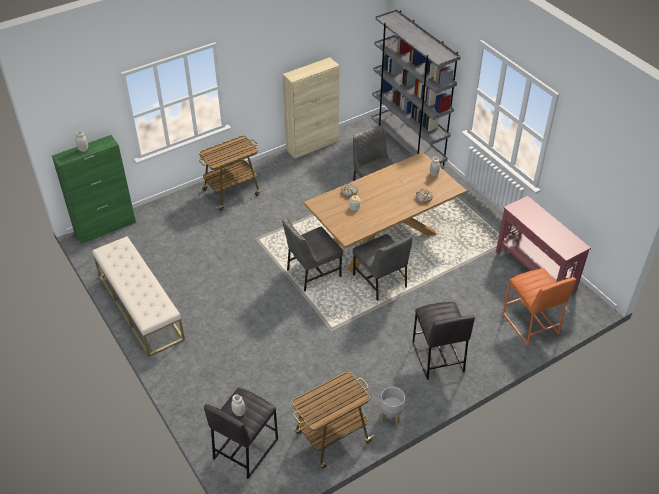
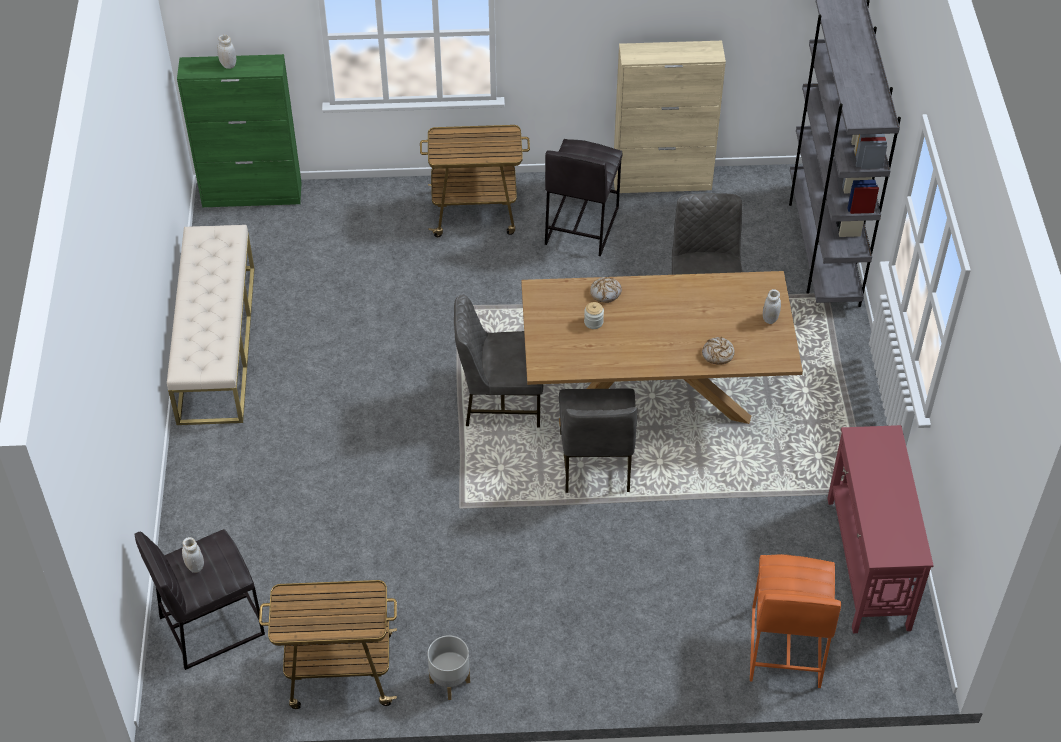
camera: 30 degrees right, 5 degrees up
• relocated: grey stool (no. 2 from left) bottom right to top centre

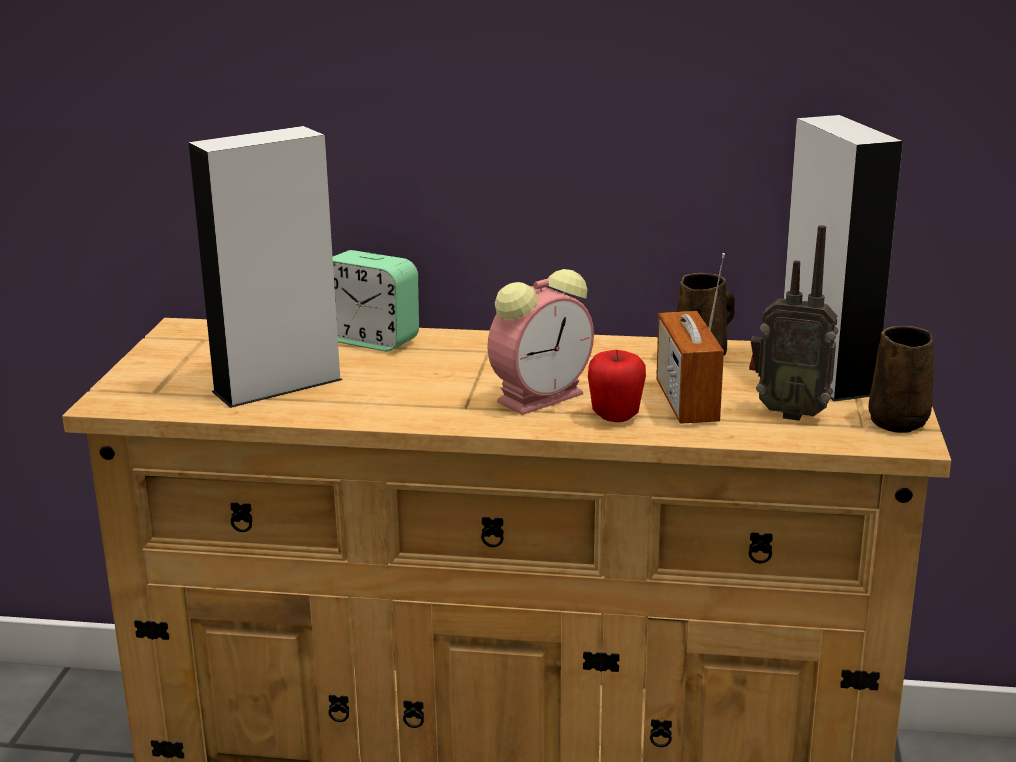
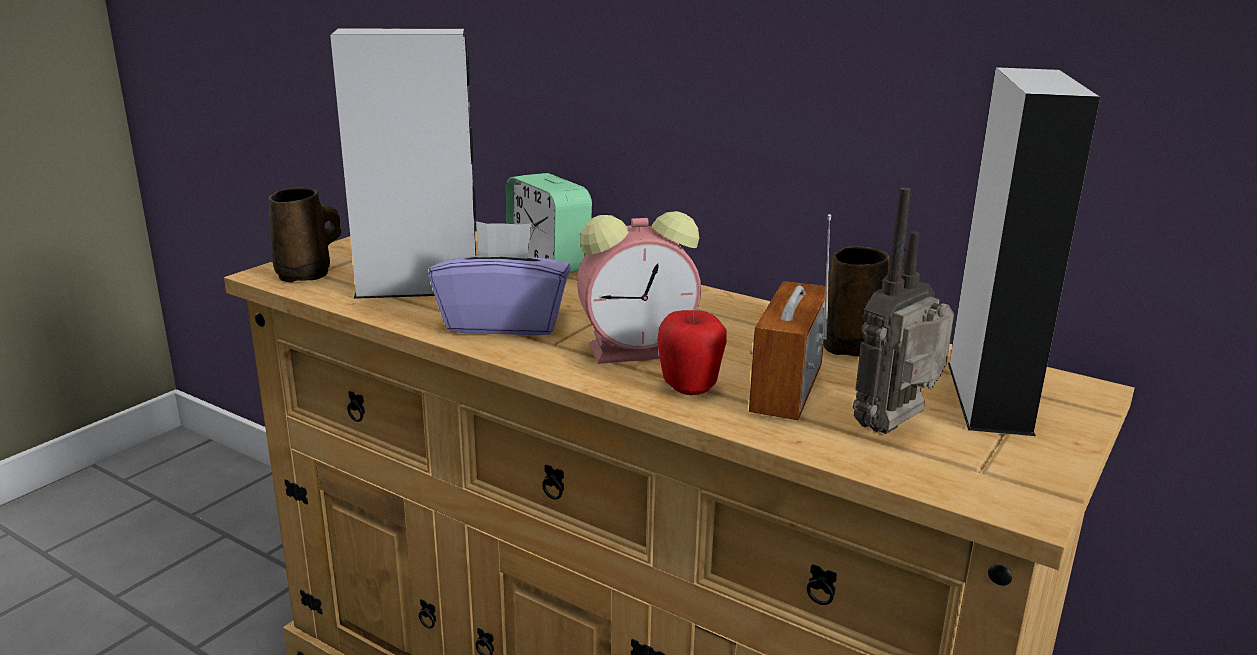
camera: 25 degrees right, 0 degrees up
• appeared: purple tissue box centre
• relocated: brown mug (no. 2 from left in the first image) middle right to brown mug (no. 1 from left) middle left
• spun: radio (no. 2 from left) middle right = middle right 90 degrees clockwise

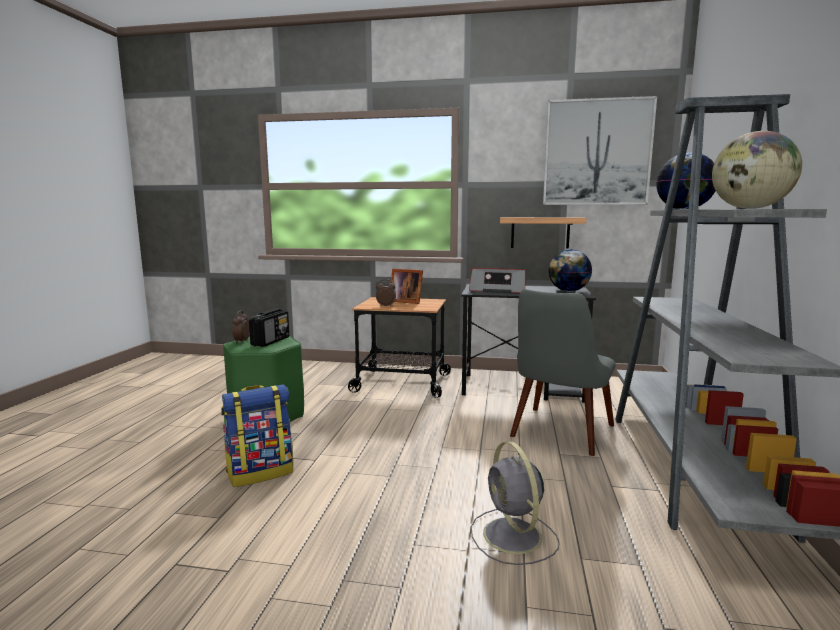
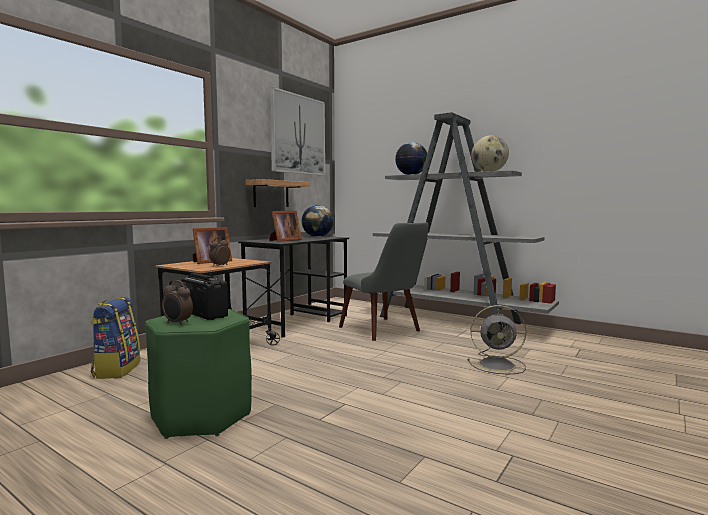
camera: 65 degrees left, 5 degrees down
• relocated: backpack bottom left to middle left
• exchanged: radio (no. 2 from left) centre to picture frame (no. 2 from left) centre

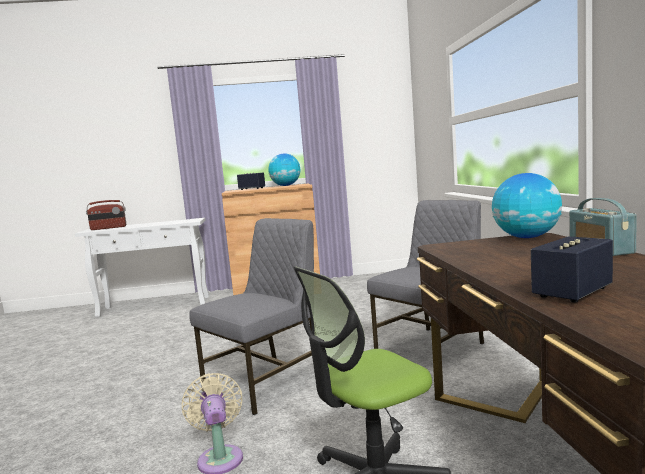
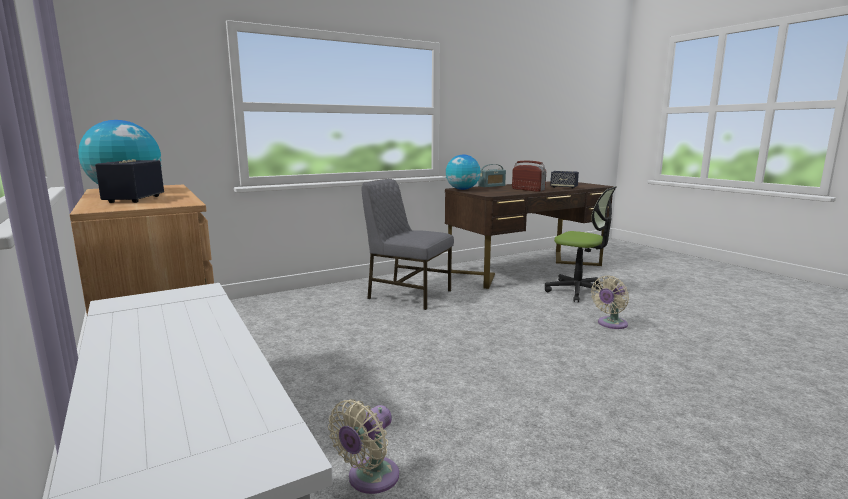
camera: 115 degrees left, 5 degrees up
• missing: grey chair (no. 1 from left) bottom centre
• appeared: beige fan (no. 1 from left) bottom centre
• relocated: radio (no. 1 from left in the first image) middle left to radio (no. 2 from left) centre

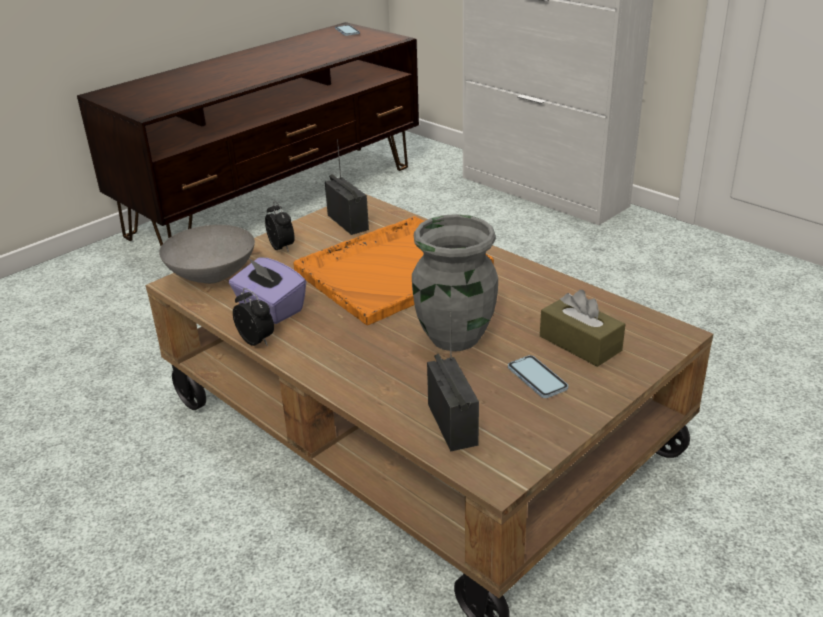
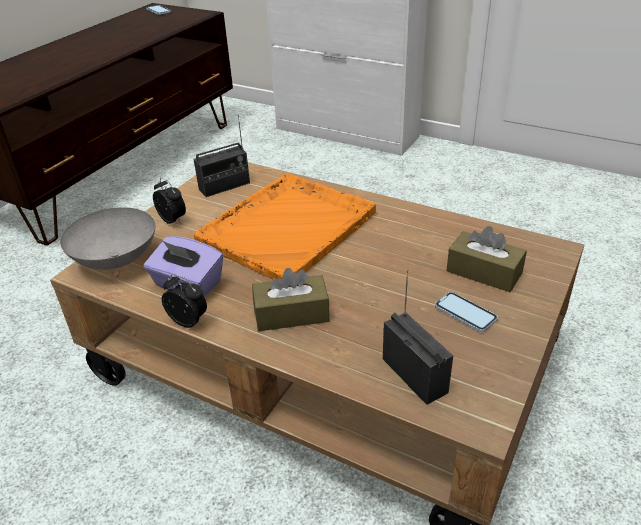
camera: 15 degrees left, 5 degrees up
• missing: grey vase centre
• appeared: brown tissue box (no. 1 from left) centre
• spun: radio (no. 1 from left) top centre = top centre 105 degrees clockwise

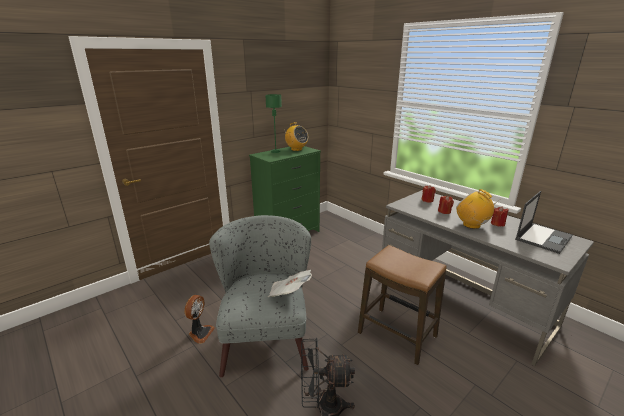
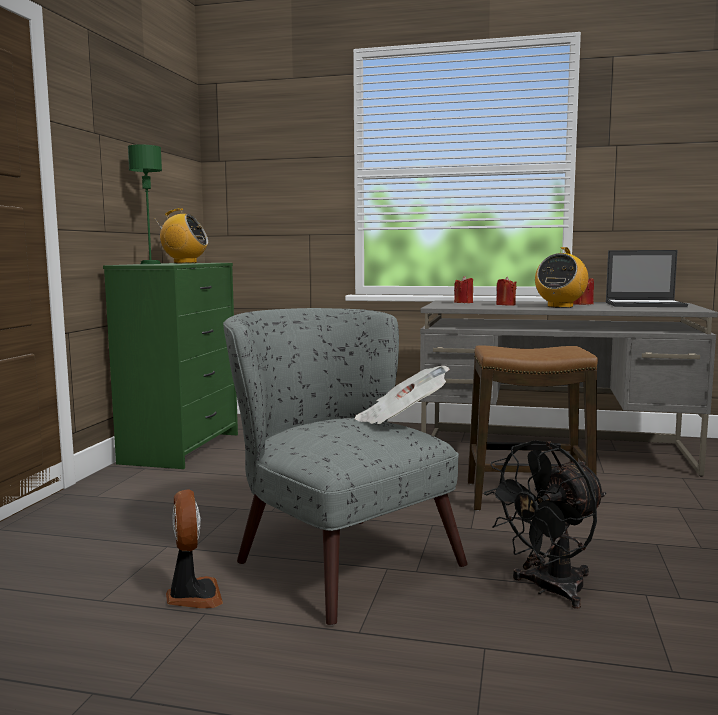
camera: 35 degrees left, 15 degrees down
• spun: radio (no. 2 from left) middle right = middle right 75 degrees counterclockwise
• spun: laptop middle right = middle right 90 degrees clockwise

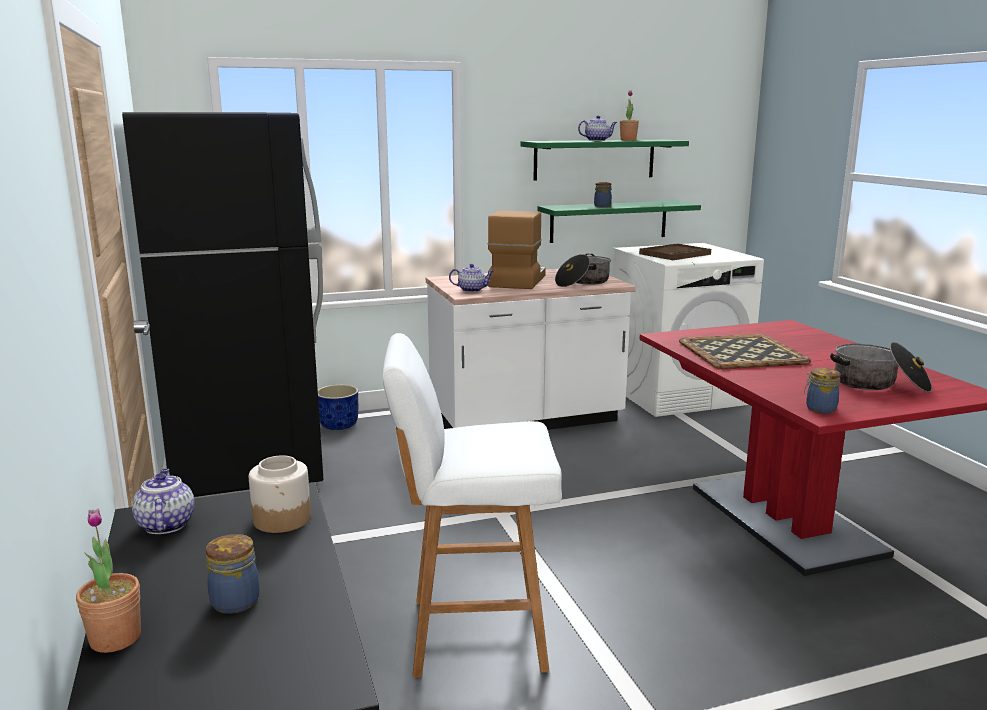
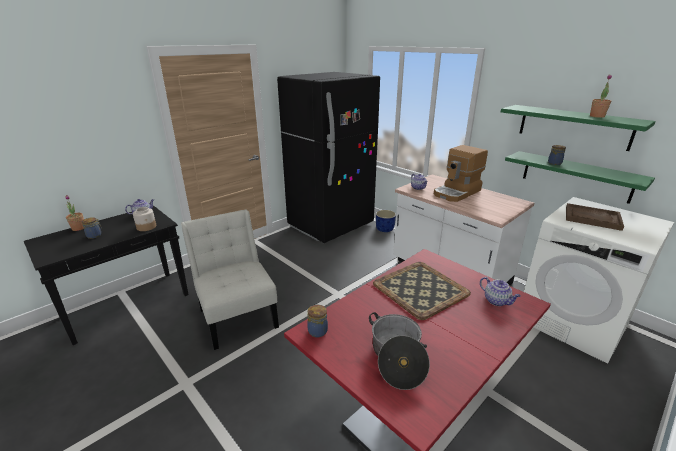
camera: 65 degrees right, 10 degrees up
• missing: cooking pot (no. 1 from left) centre
• relocated: teapot (no. 3 from left) top centre to middle right
• exchanged: white stool bottom centre to white chair centre
• spun: coffee machine centre = middle right 150 degrees clockwise

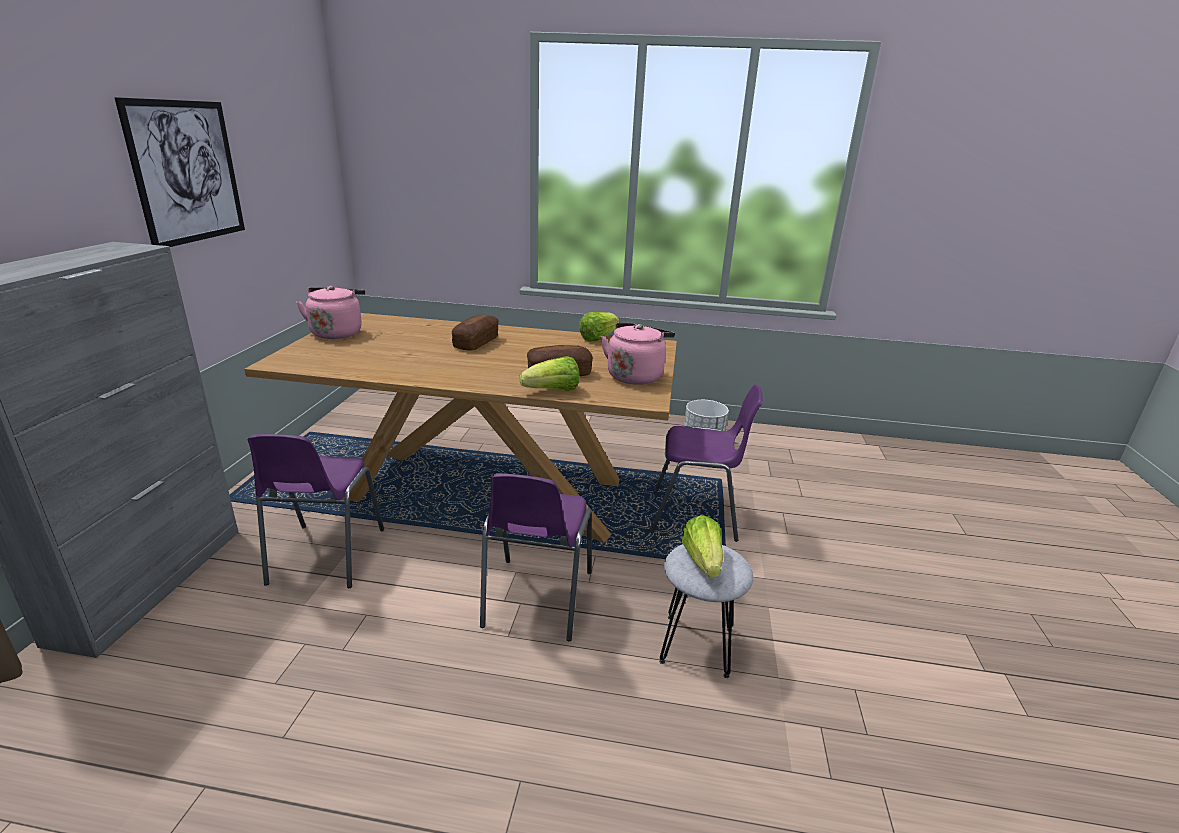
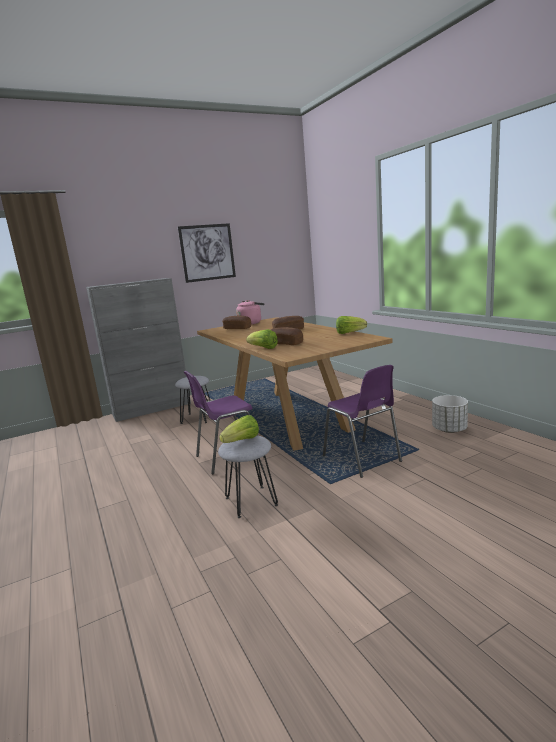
camera: 55 degrees right, 10 degrees down
• missing: pink kettle (no. 2 from left) centre
• appeared: bread (no. 1 from left) centre
• exchanged: purple chair (no. 1 from left) middle left to grey stool (no. 1 from left) centre

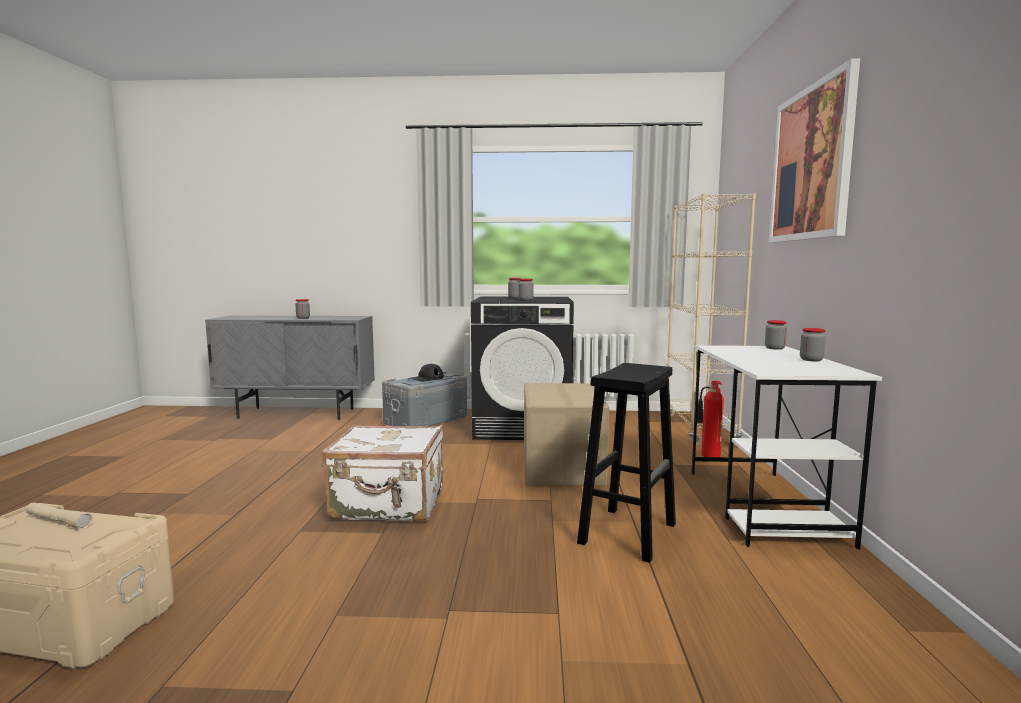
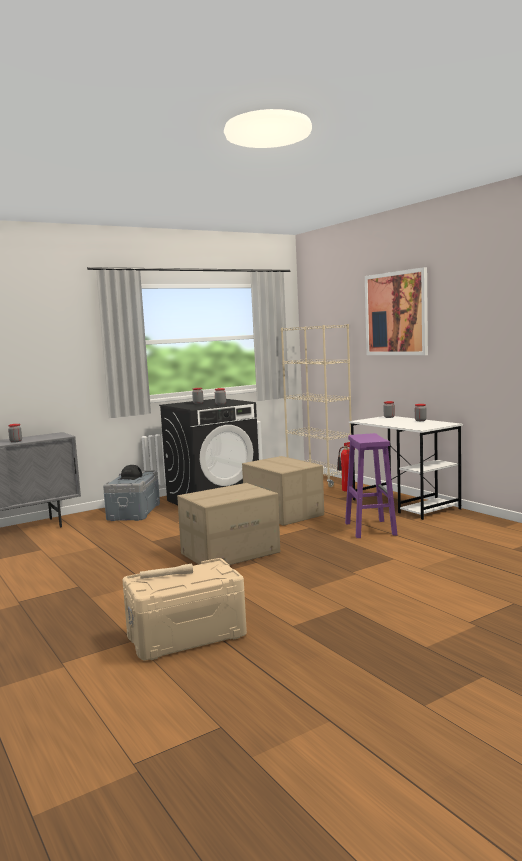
camera: 35 degrees left, 0 degrees up
• exchanged: white suitcase bottom centre to cardboard box (no. 1 from left) centre
• colour: black stool centre to purple stool middle right

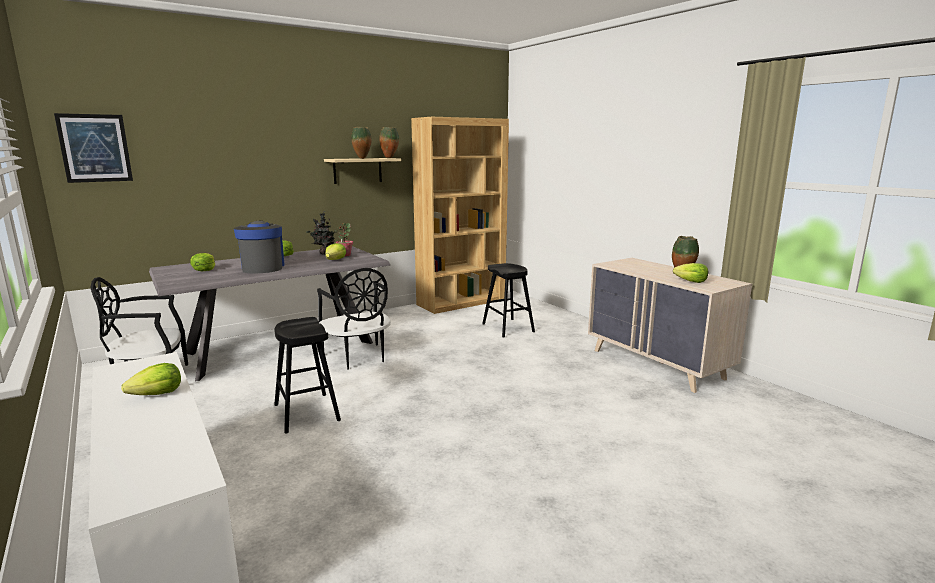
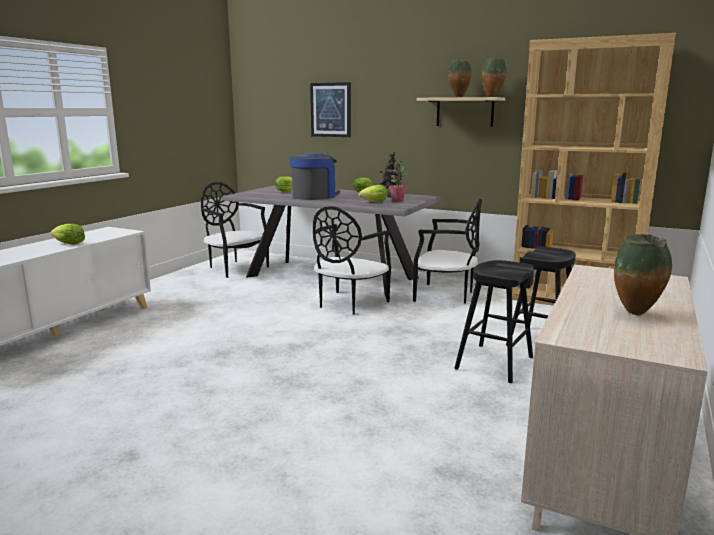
camera: 60 degrees right, 0 degrees up
• missing: lettuce (no. 5 from left) middle right
• appeared: black chair (no. 3 from left) centre
• relocated: picture top left to top centre
• relocated: black stool (no. 1 from left) middle left to middle right

